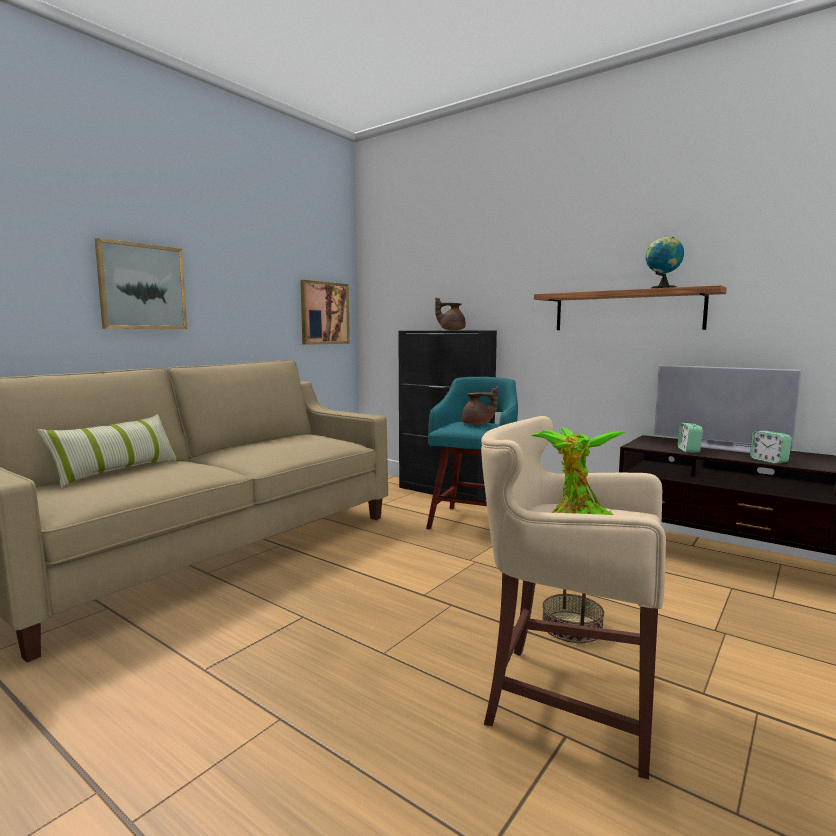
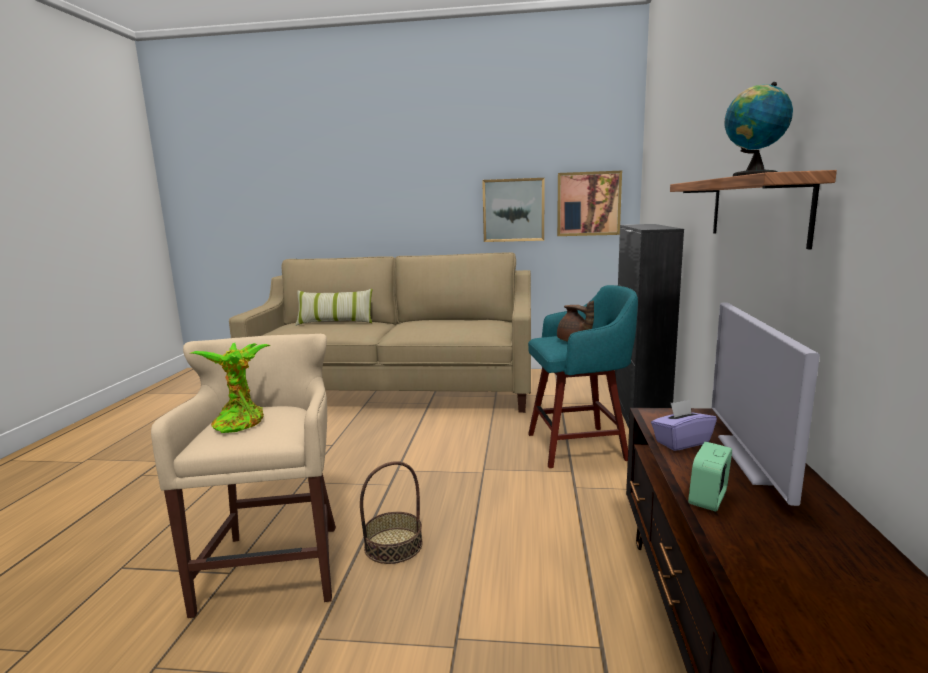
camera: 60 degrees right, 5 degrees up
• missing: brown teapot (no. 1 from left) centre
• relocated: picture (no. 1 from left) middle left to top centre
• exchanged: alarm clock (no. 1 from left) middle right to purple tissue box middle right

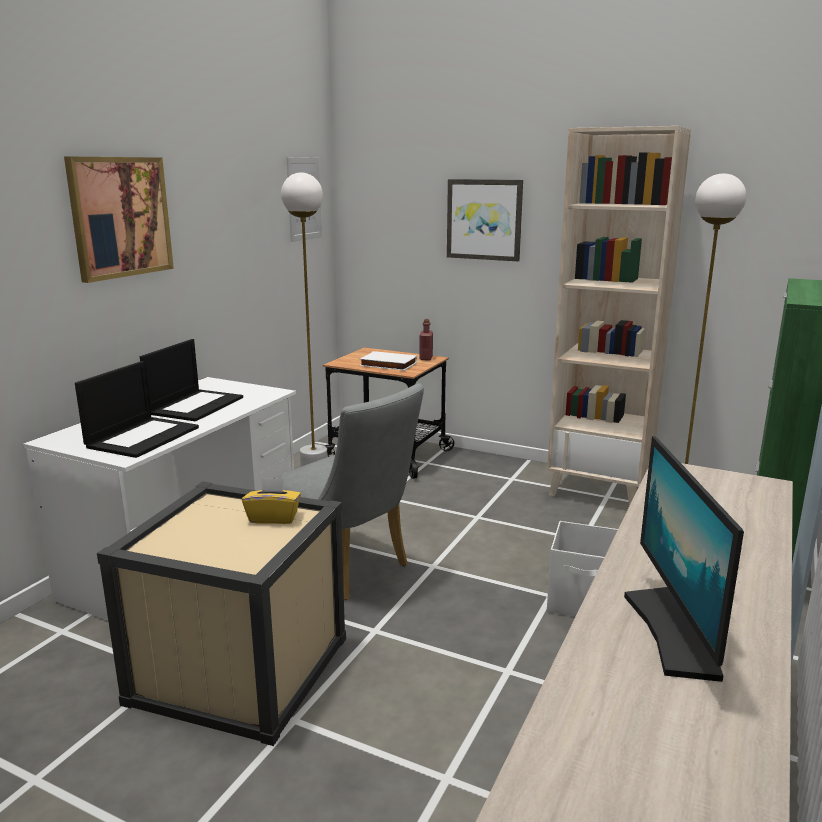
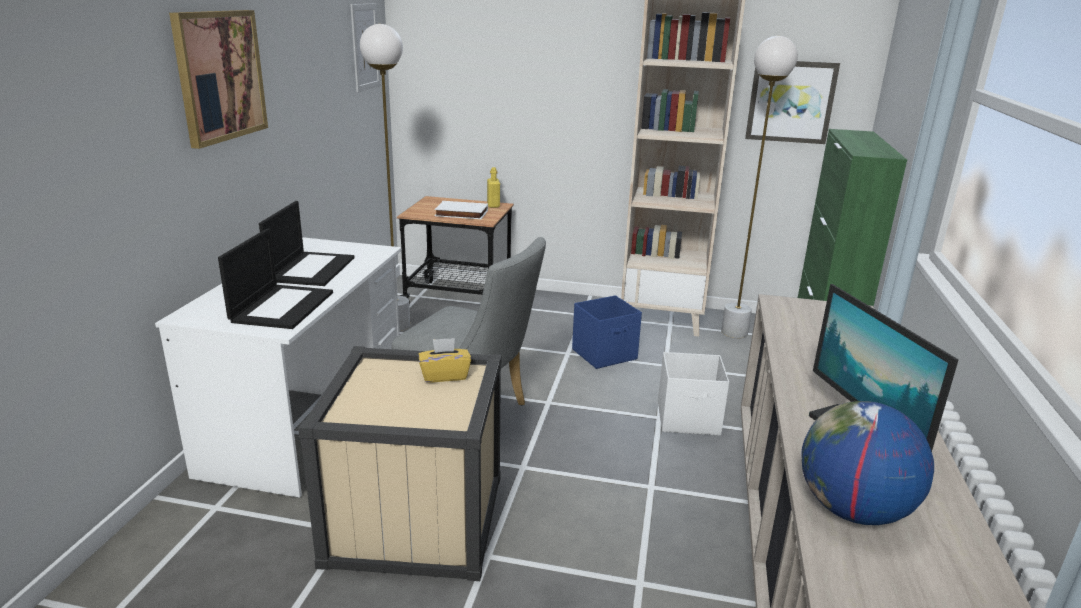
camera: 15 degrees left, 5 degrees up
• appeared: blue storage box centre
• appeared: globe bottom right
• relocated: picture (no. 3 from left) top centre to top right
• colour: red bottle centre to yellow bottle top centre

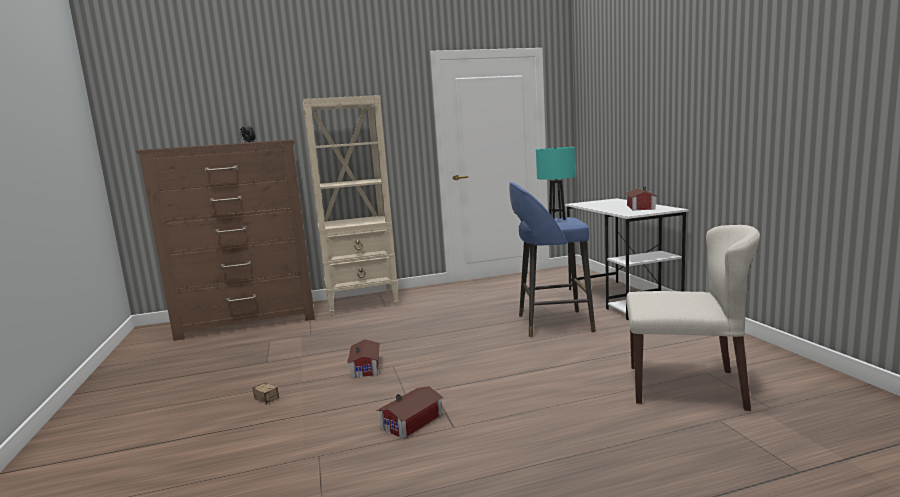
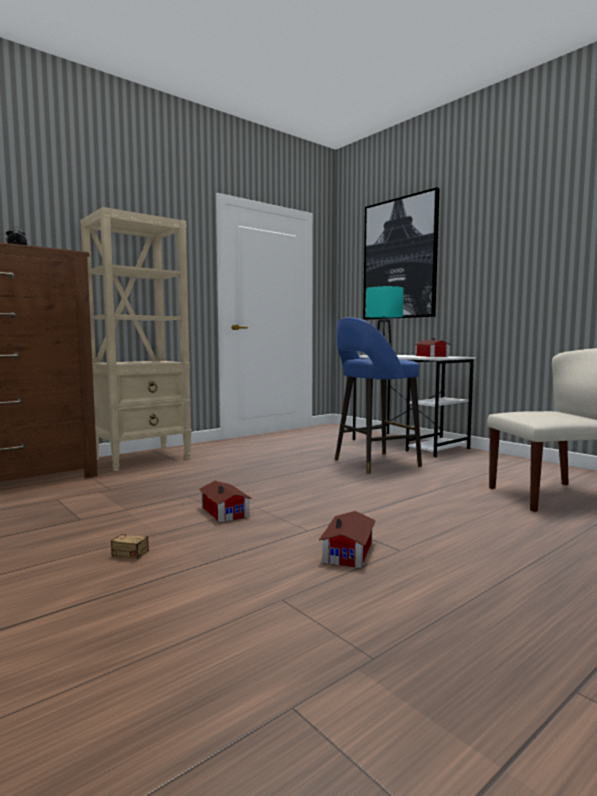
camera: 25 degrees left, 5 degrees down
• appeared: picture top right

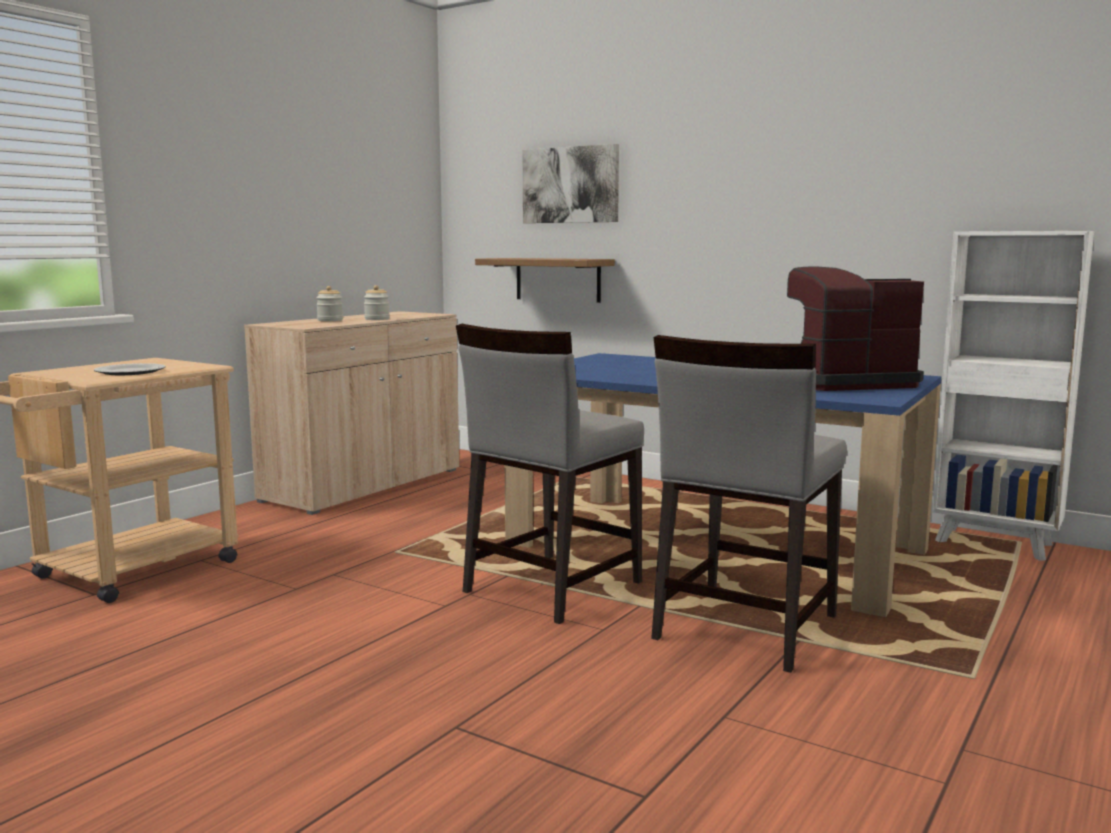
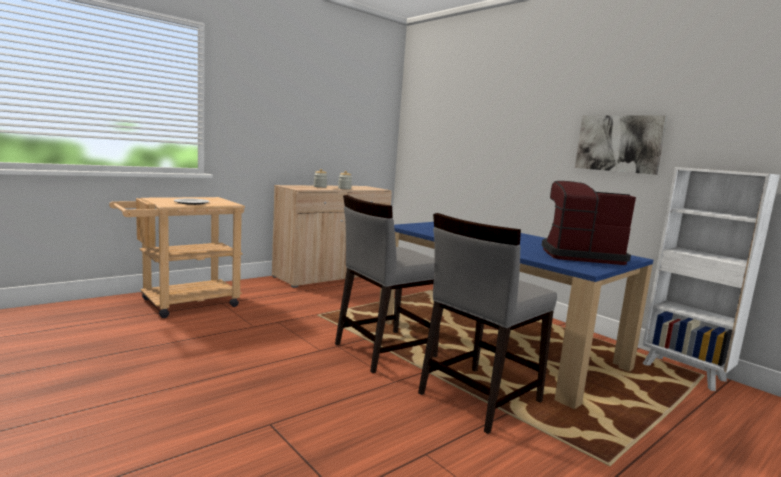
camera: 15 degrees right, 0 degrees up
• missing: shelf centre
• relocated: picture top centre to top right

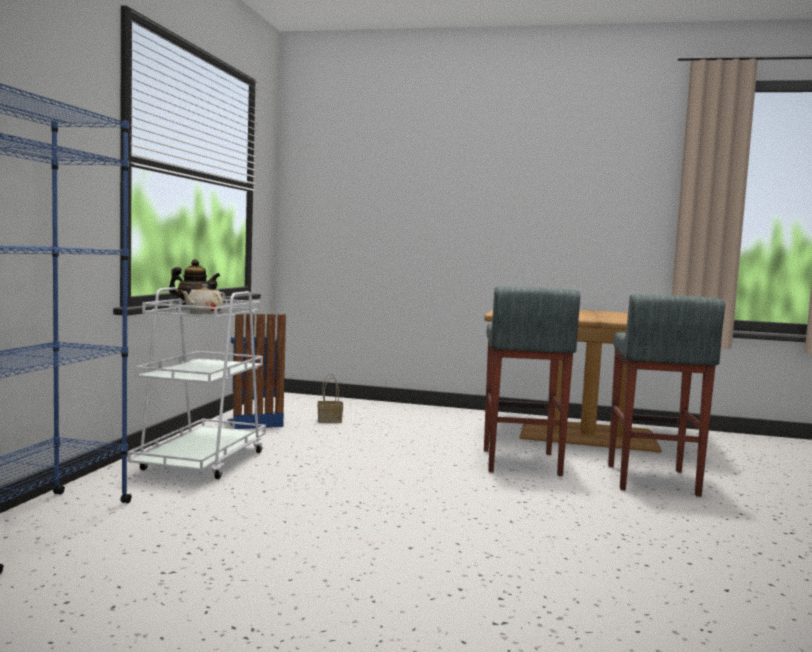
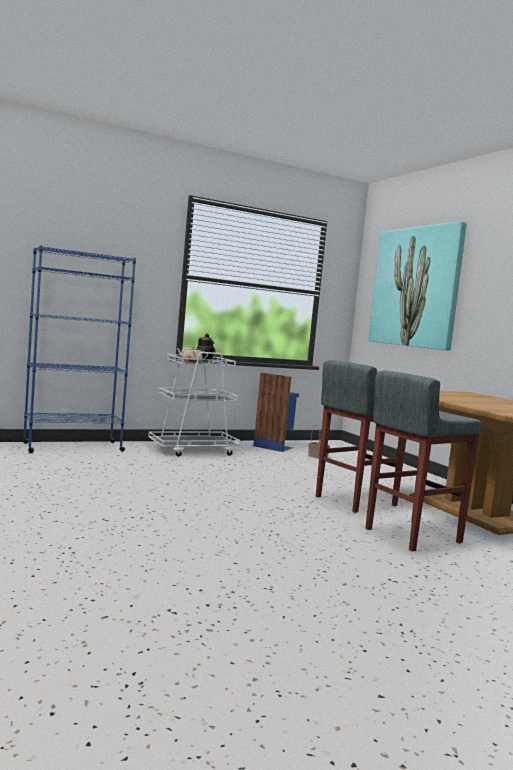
camera: 50 degrees right, 0 degrees up
• appeared: picture middle right

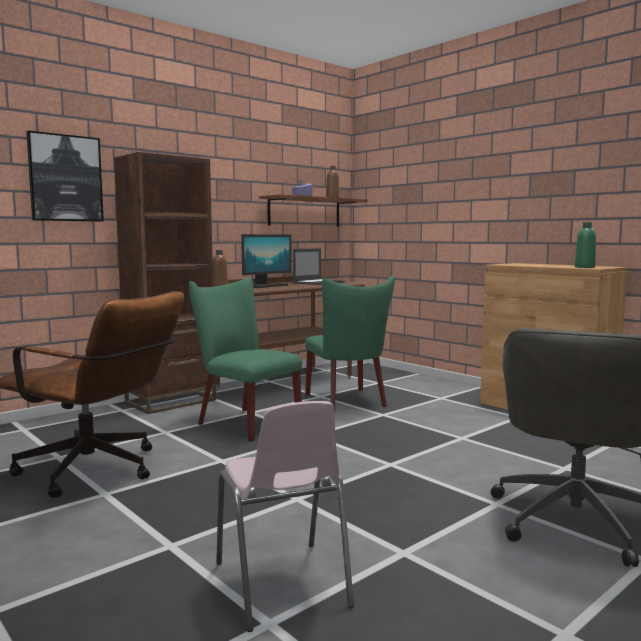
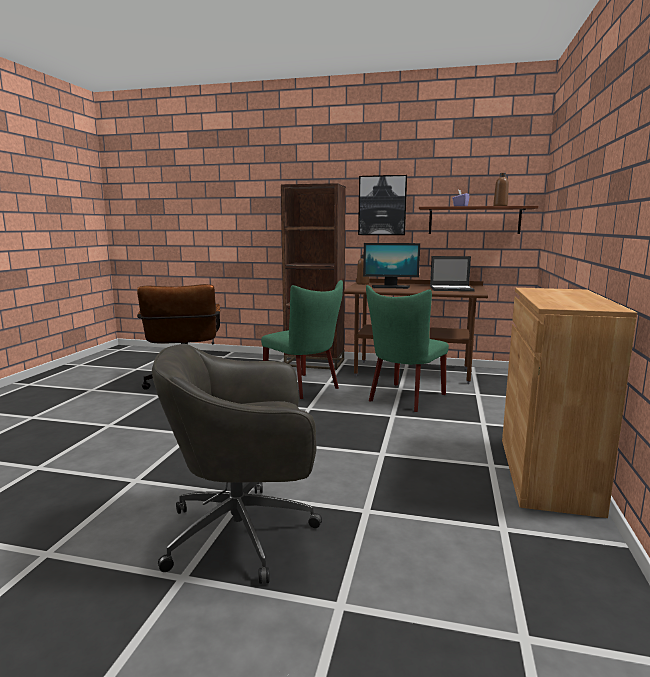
camera: 55 degrees right, 5 degrees up
• missing: pink chair bottom centre
• missing: green bottle middle right
• relocated: picture top left to top centre
• spun: green chair (no. 1 from left) centre = centre 135 degrees clockwise

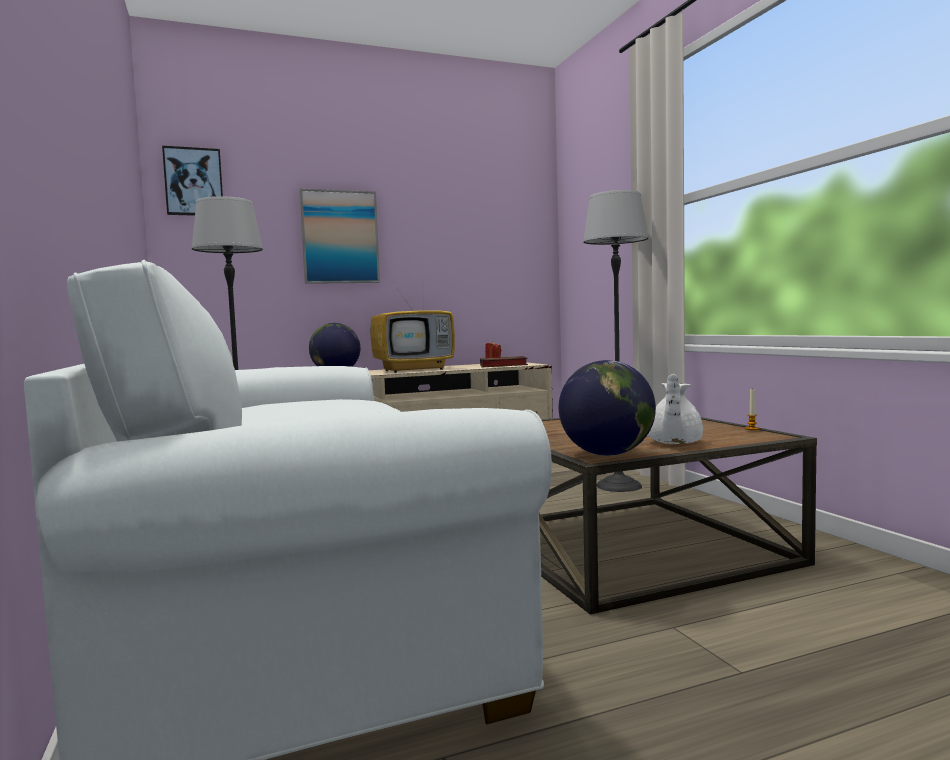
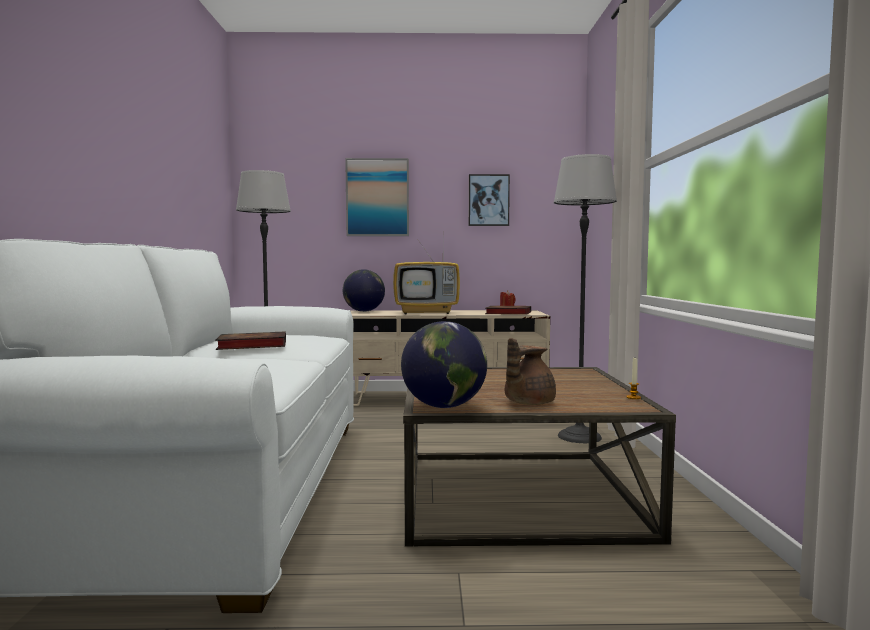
camera: 20 degrees right, 0 degrees up
• appeared: book (no. 1 from left) middle left
• relocated: picture (no. 1 from left in the first image) top left to picture (no. 2 from left) top centre
• colour: white teapot middle right to brown teapot centre

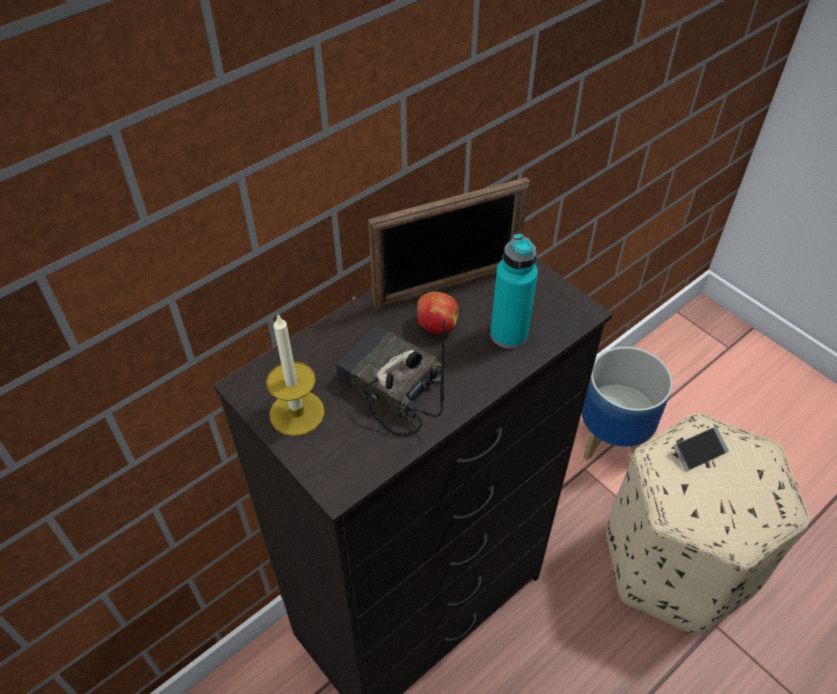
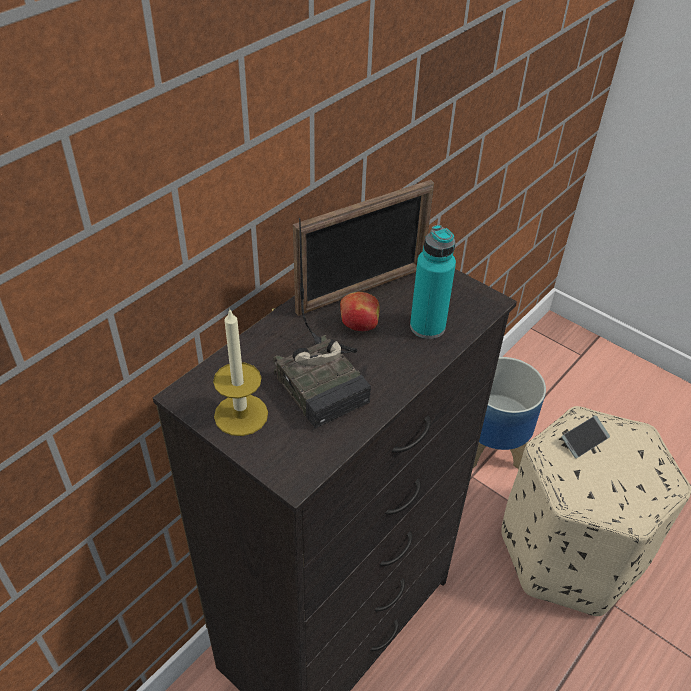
camera: 10 degrees left, 5 degrees down
• spun: radio centre = centre 150 degrees counterclockwise

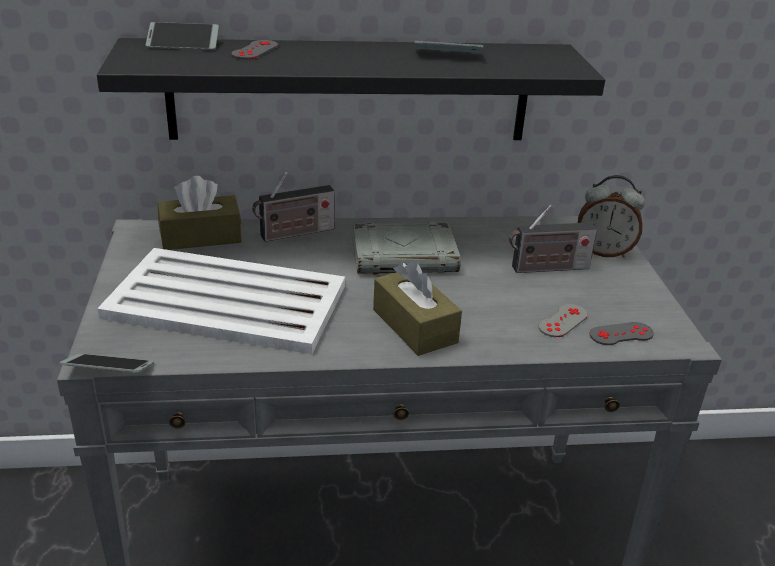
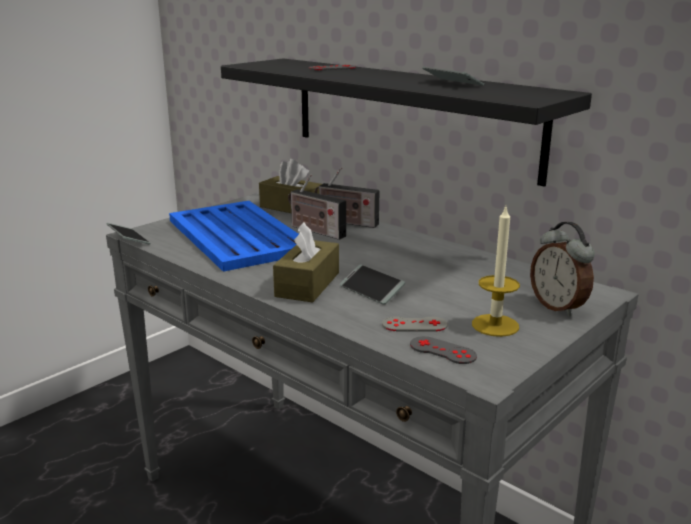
camera: 50 degrees right, 10 degrees down
• missing: grey book centre
• appeared: candle middle right
• relocated: phone (no. 2 from left) top left to centre
• relocated: radio (no. 2 from left in the first image) middle right to radio (no. 1 from left) centre
• colour: white tray middle left to blue tray centre

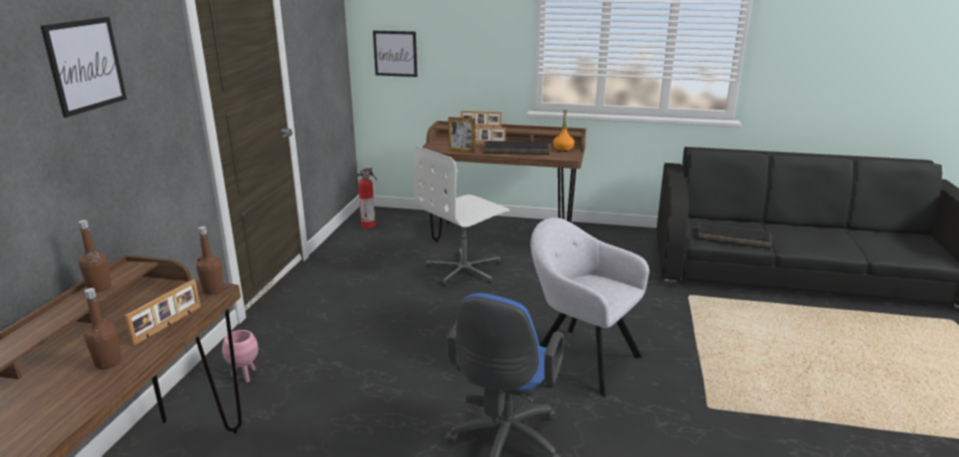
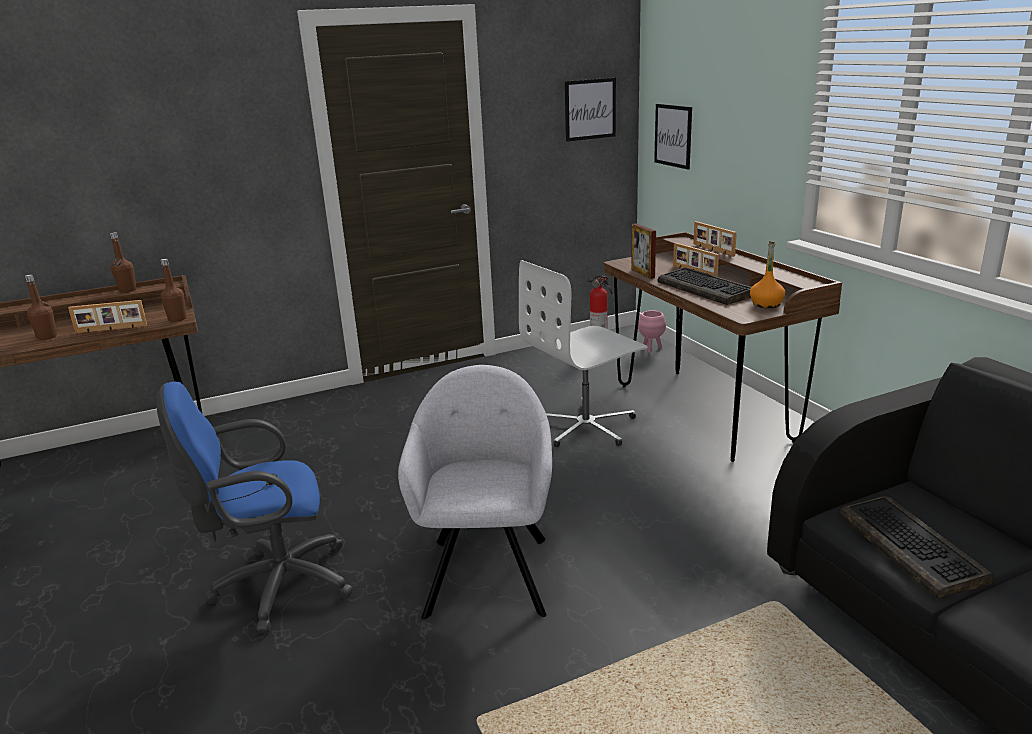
camera: 55 degrees right, 0 degrees up
• relocated: picture (no. 1 from left) top left to top centre
• relocated: pink planter bottom left to centre
• spun: white office chair centre = centre 45 degrees counterclockwise

